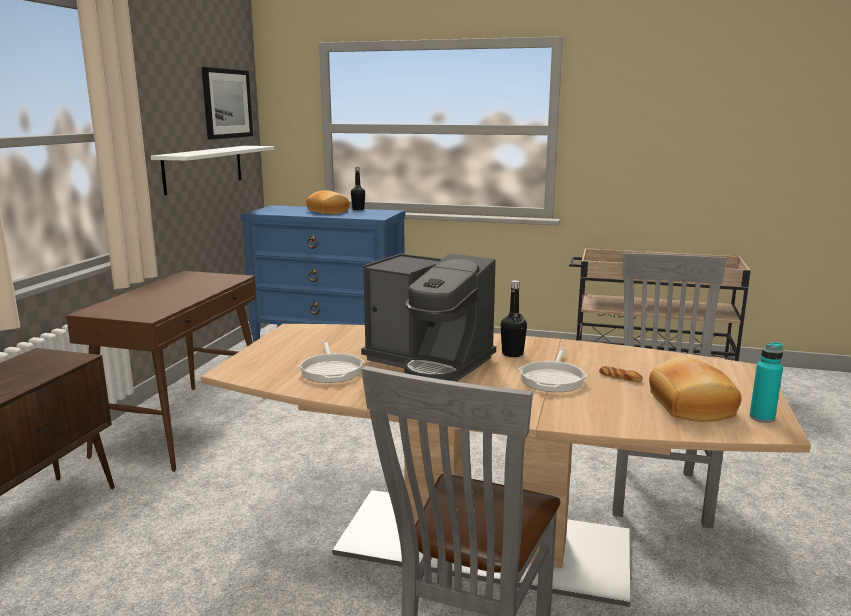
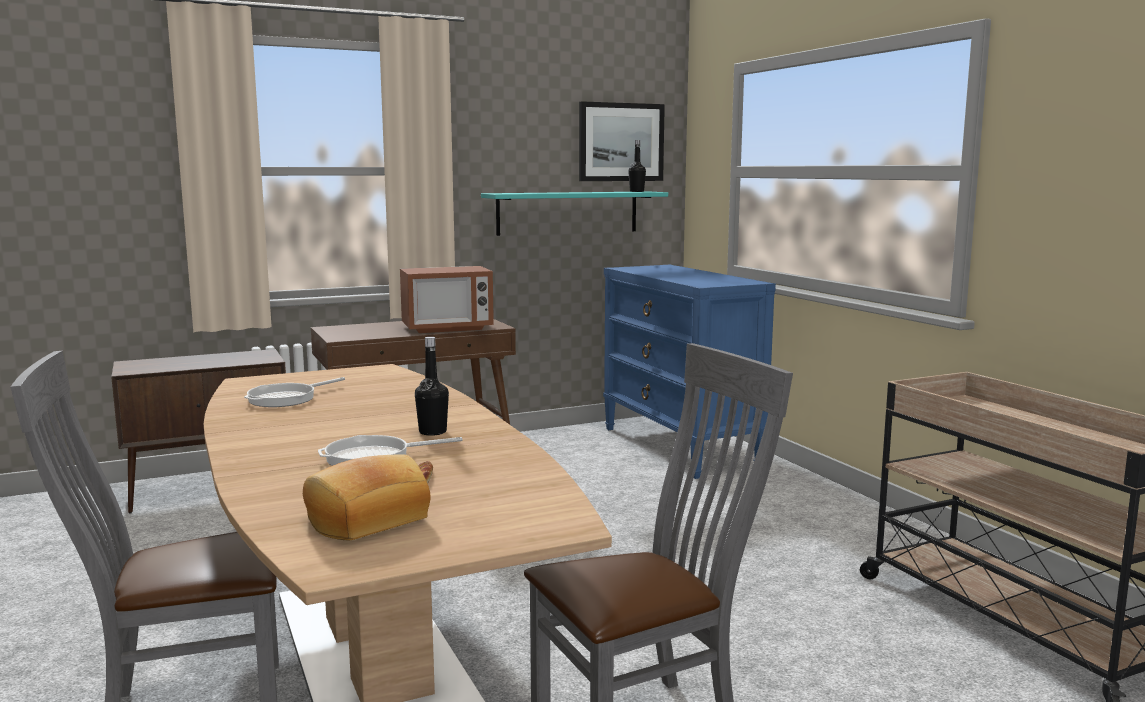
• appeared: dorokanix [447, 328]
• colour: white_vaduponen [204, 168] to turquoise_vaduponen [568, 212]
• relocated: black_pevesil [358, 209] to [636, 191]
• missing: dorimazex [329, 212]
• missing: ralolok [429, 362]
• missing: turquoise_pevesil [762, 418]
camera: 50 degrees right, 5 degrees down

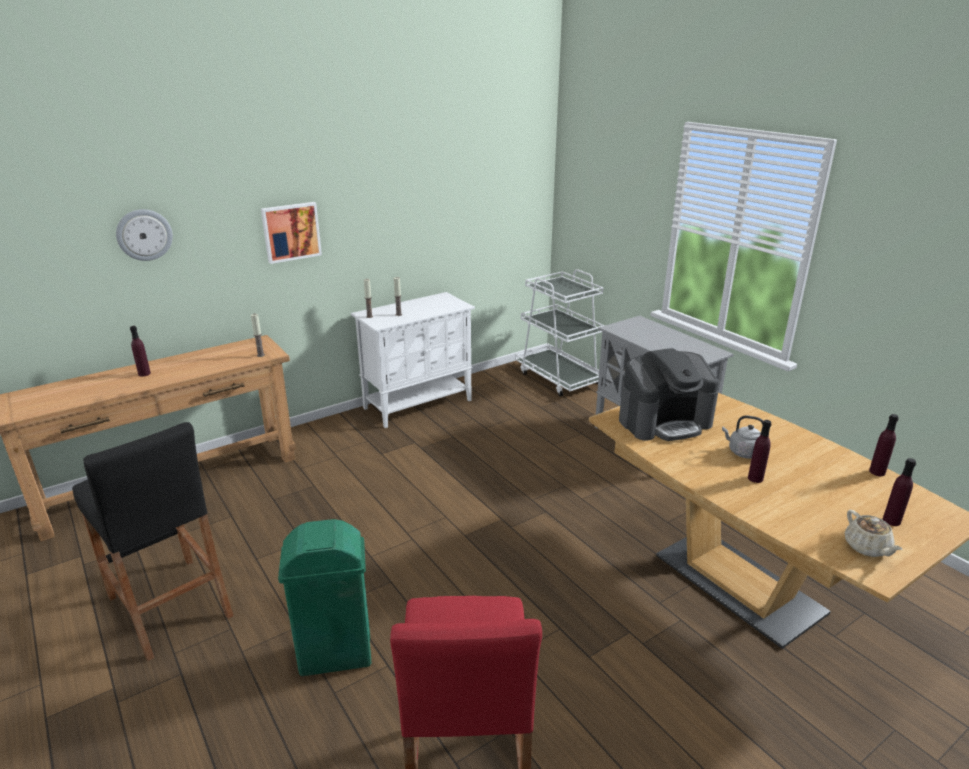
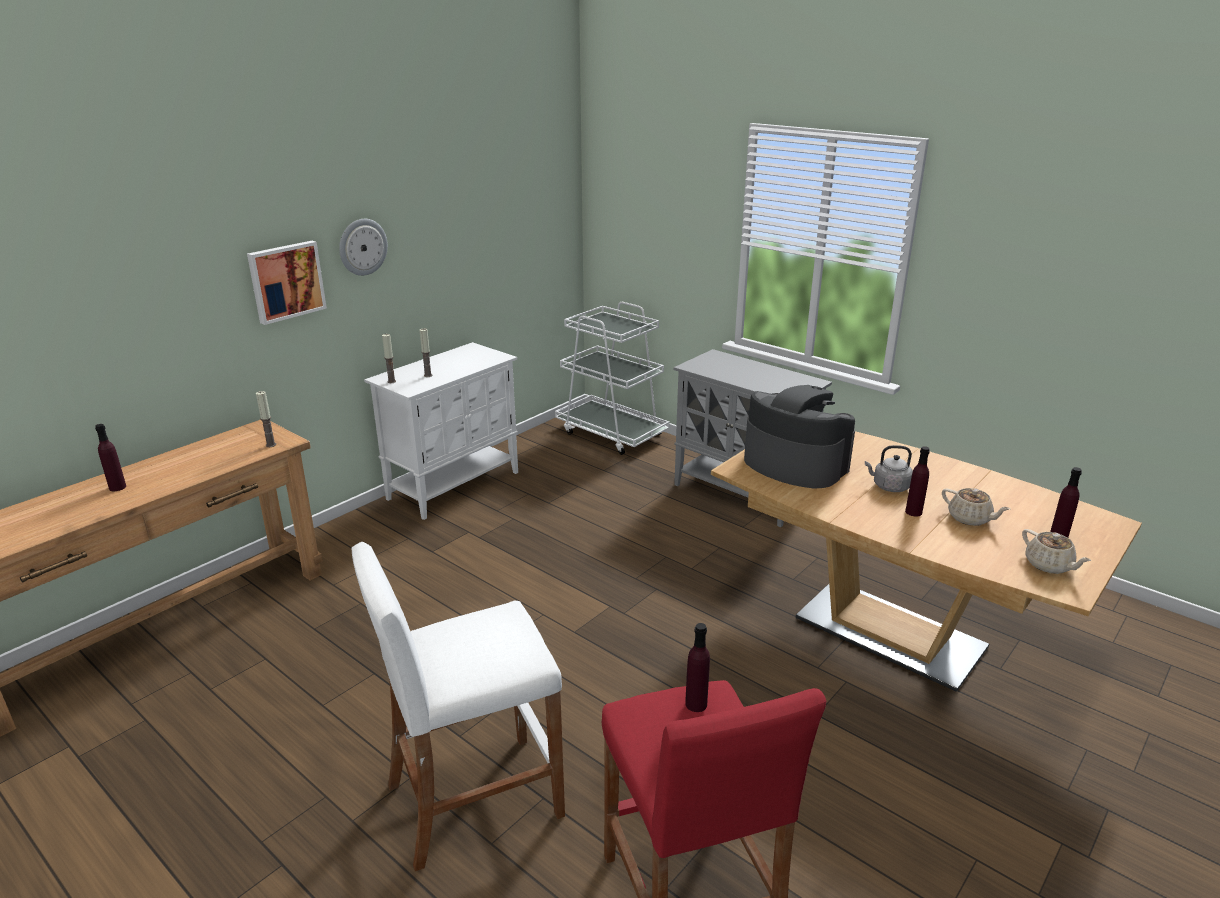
• relocated: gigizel [144, 235] to [362, 247]
• exchanged: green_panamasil [334, 655] to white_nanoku [473, 800]
• relocated: purple_pevesil [877, 472] to [696, 704]
• spun: ralolok [664, 421] = [794, 464] 105 degrees counterclockwise
• appeared: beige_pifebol [970, 519]
• missing: black_nanoku [170, 607]
camera: 15 degrees left, 0 degrees up

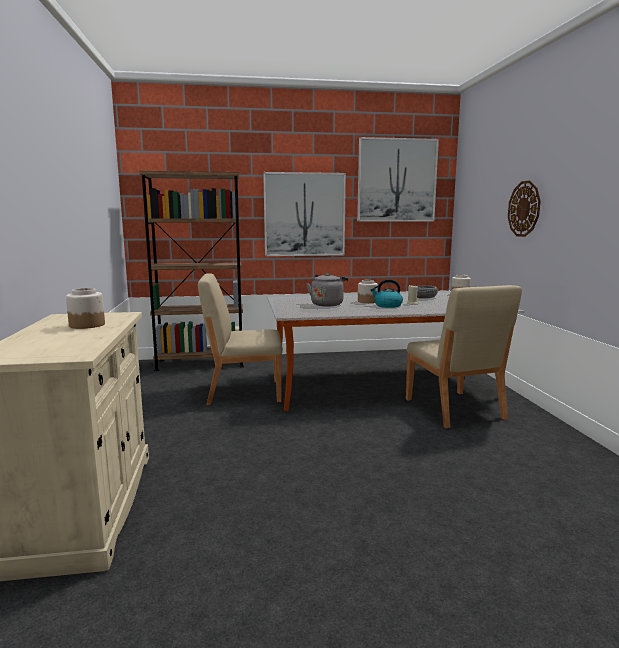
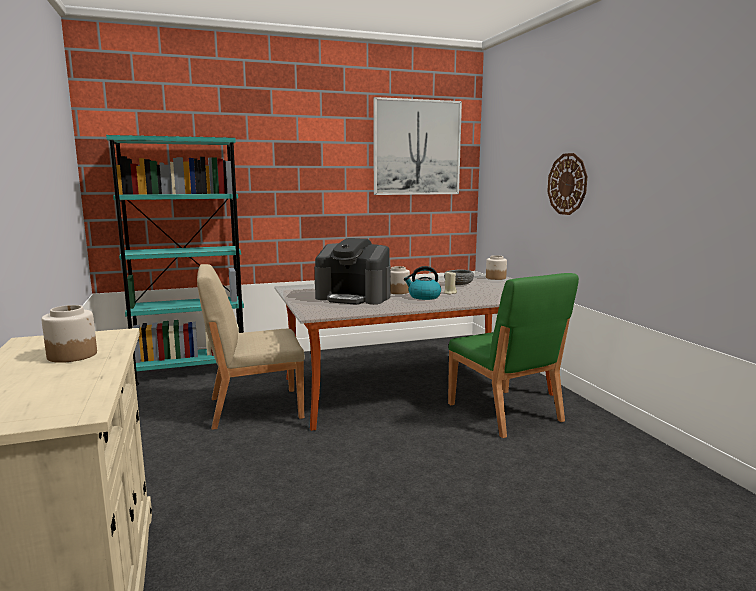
• colour: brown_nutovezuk [201, 363] to turquoise_nutovezuk [191, 371]
• exchanged: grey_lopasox [327, 304] to ralolok [354, 297]
• colour: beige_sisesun [454, 409] to green_sisesun [504, 413]
• missing: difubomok [304, 214]
camera: 10 degrees left, 0 degrees up

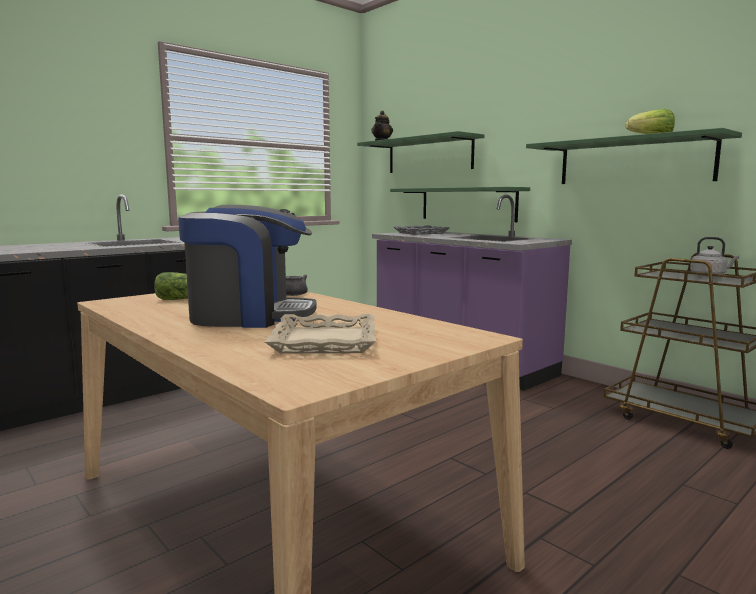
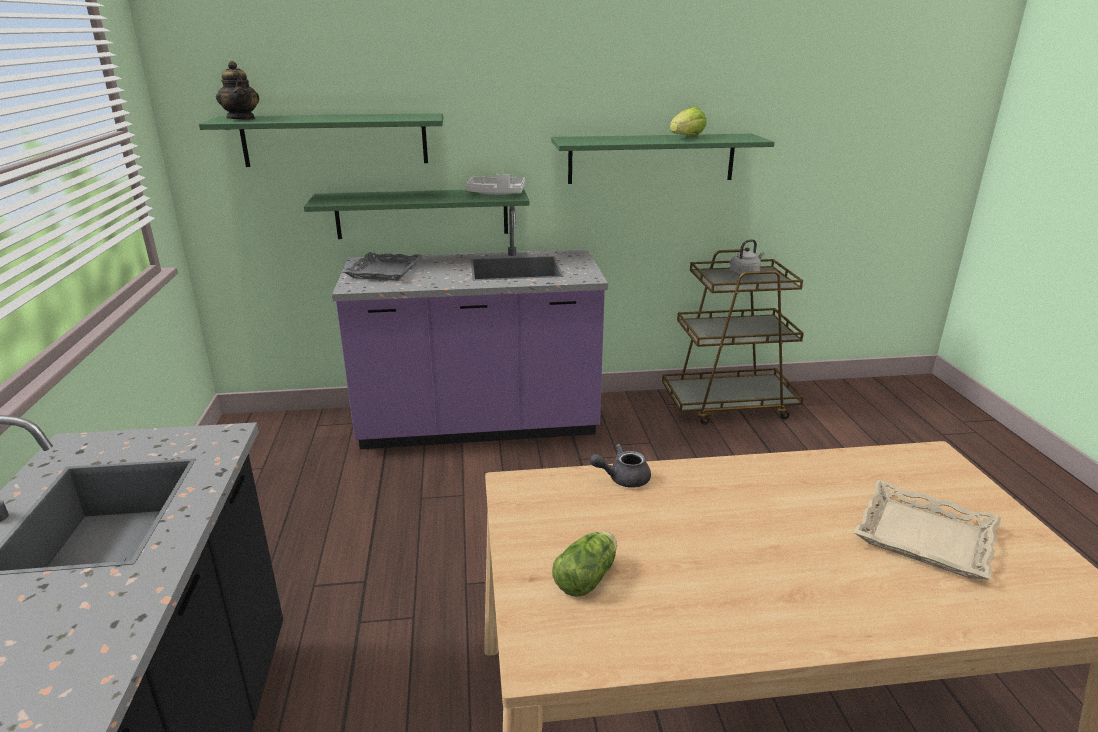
• appeared: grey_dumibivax [496, 194]
• missing: ralolok [250, 316]
camera: 55 degrees left, 15 degrees up

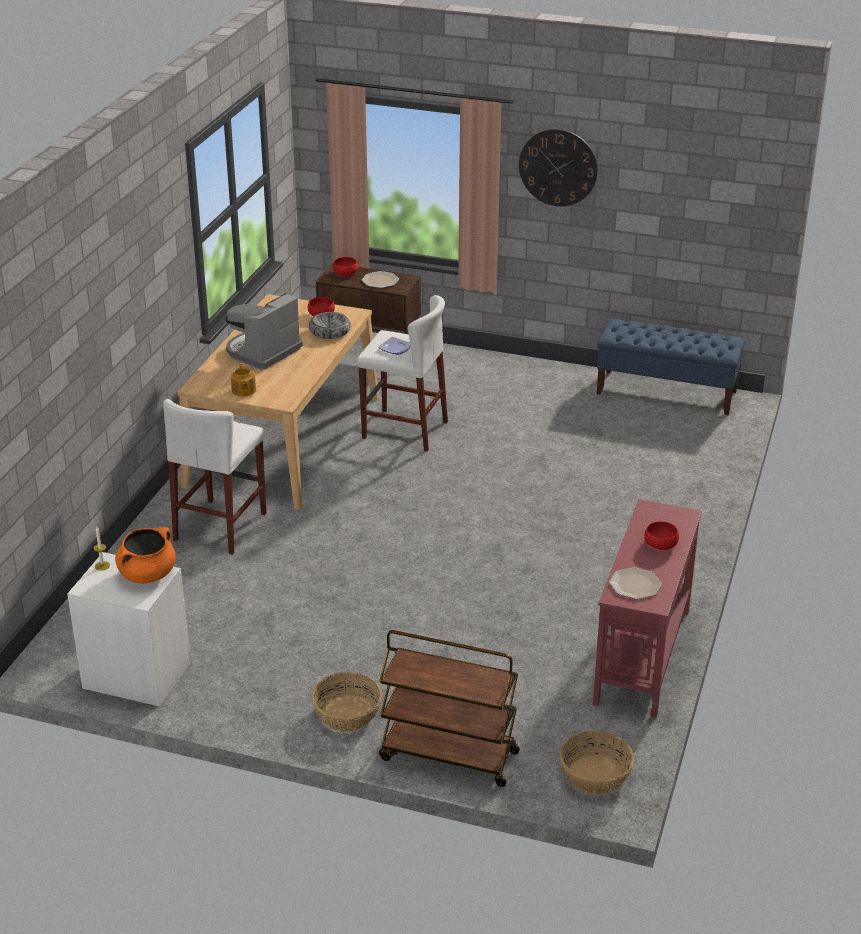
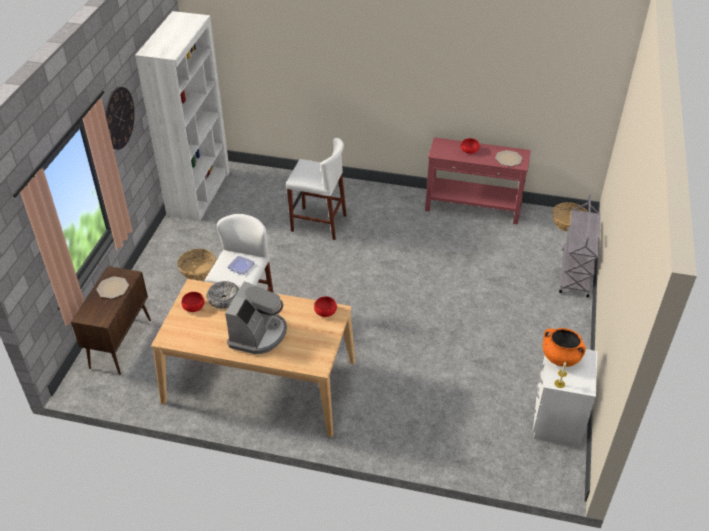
• exchanged: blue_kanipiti [667, 393] to white_nutovezuk [199, 193]
• relocated: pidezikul [347, 714] to [198, 271]
• spun: ralolok [262, 351] = [258, 334] 105 degrees counterclockwise
• relocated: white_nanoku [220, 526] to [318, 223]
• relocated: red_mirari [345, 273] to [325, 311]
• colour: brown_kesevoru [447, 756] to grey_kesevoru [575, 273]
• missing: pifebol [243, 391]
camera: 95 degrees left, 10 degrees up

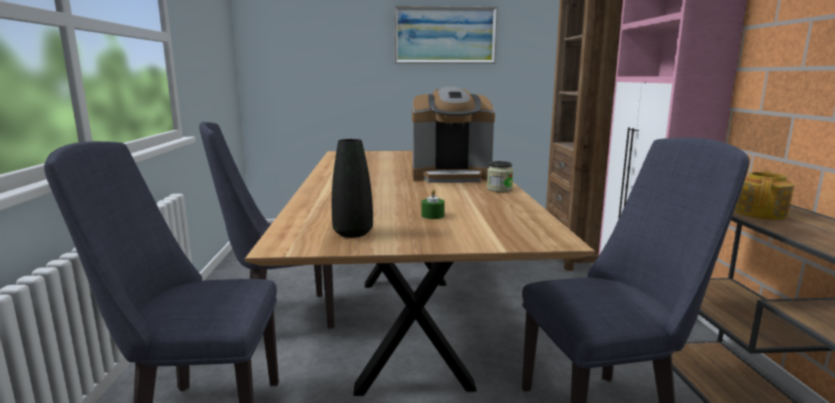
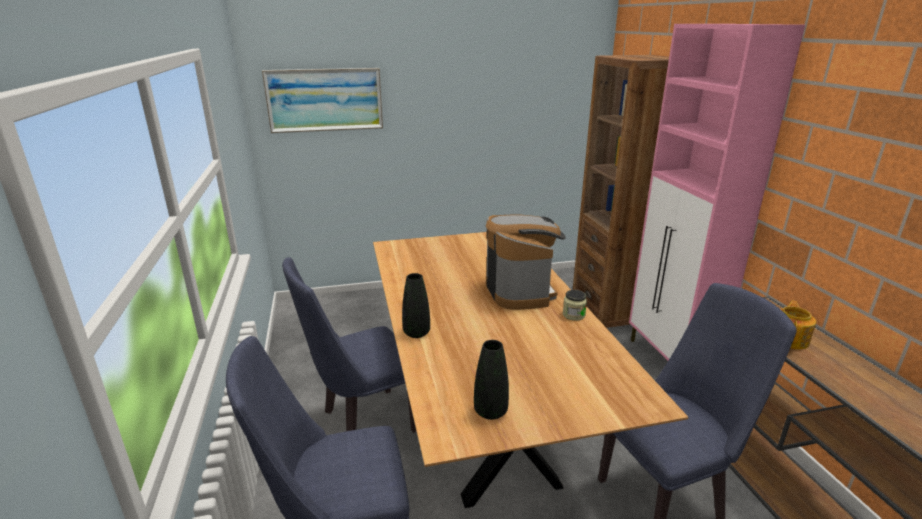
• relocated: difubomok [445, 35] to [325, 100]
• appeared: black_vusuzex [416, 333]
• spun: ralolok [451, 176] = [520, 291] 90 degrees counterclockwise
• missing: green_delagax [432, 215]
camera: 10 degrees left, 10 degrees up

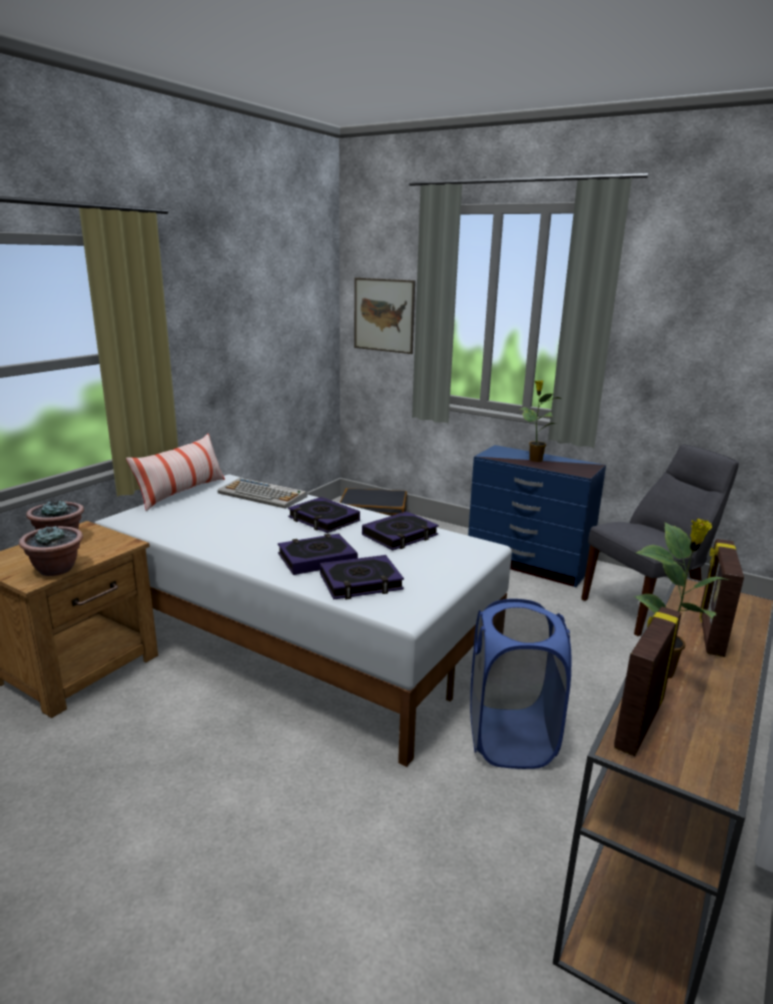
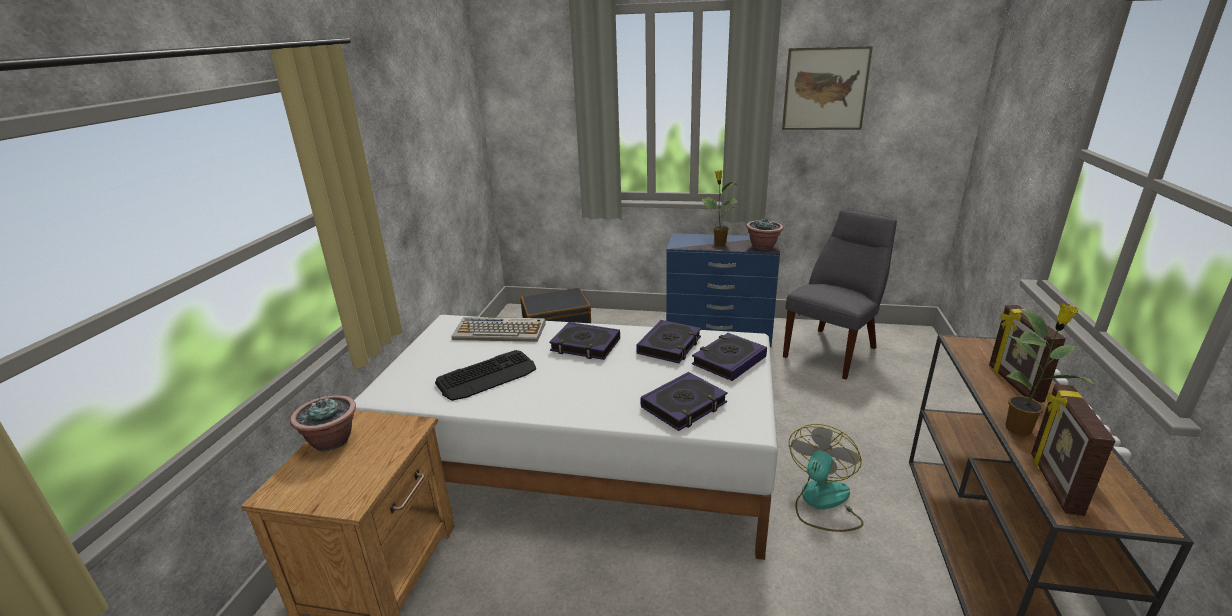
• appeared: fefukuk [487, 376]
• relocated: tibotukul [317, 559] to [729, 360]
• relocated: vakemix [57, 569] to [763, 246]
• relocated: difubomok [384, 315] to [825, 89]
• exchanged: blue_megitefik [510, 738] to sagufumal [822, 503]
• missing: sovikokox [182, 493]
camera: 20 degrees left, 5 degrees up

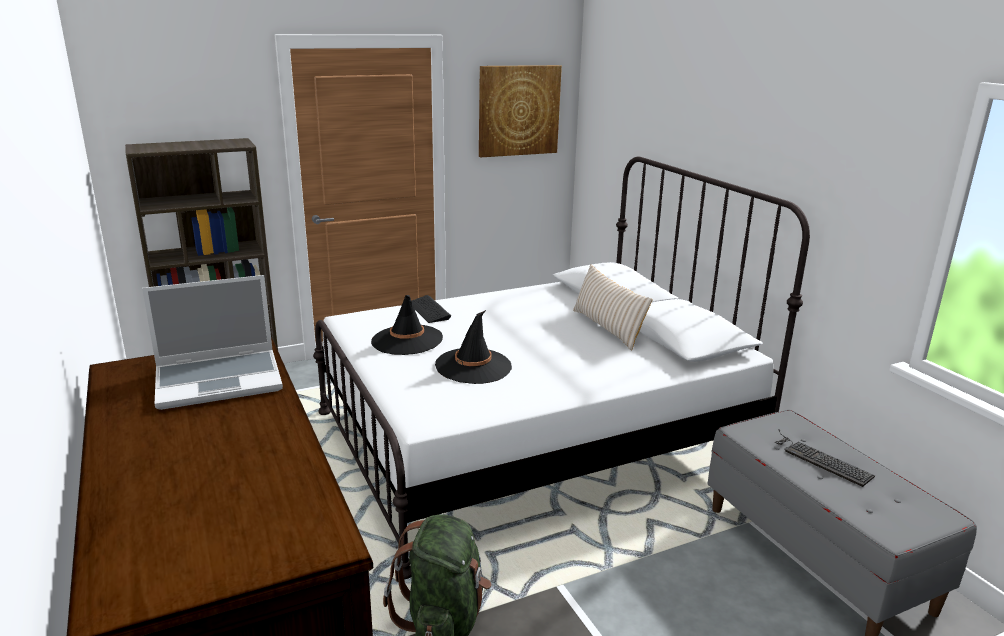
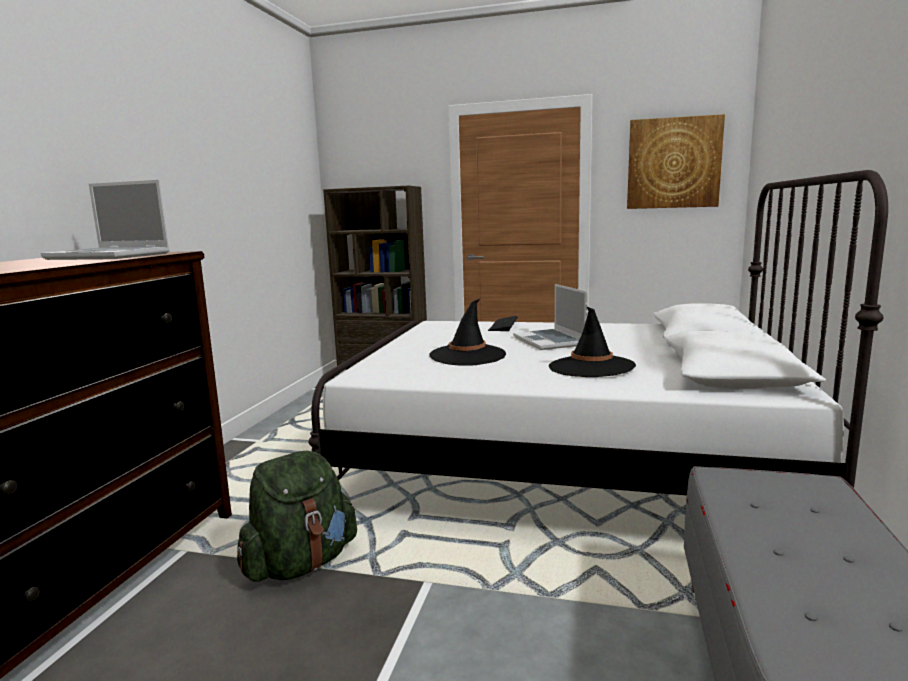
• appeared: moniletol [550, 341]
• relocated: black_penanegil [407, 340] to [591, 367]
• missing: beige_sovikokox [607, 328]
• missing: fefukuk [819, 459]
camera: 40 degrees right, 10 degrees down

